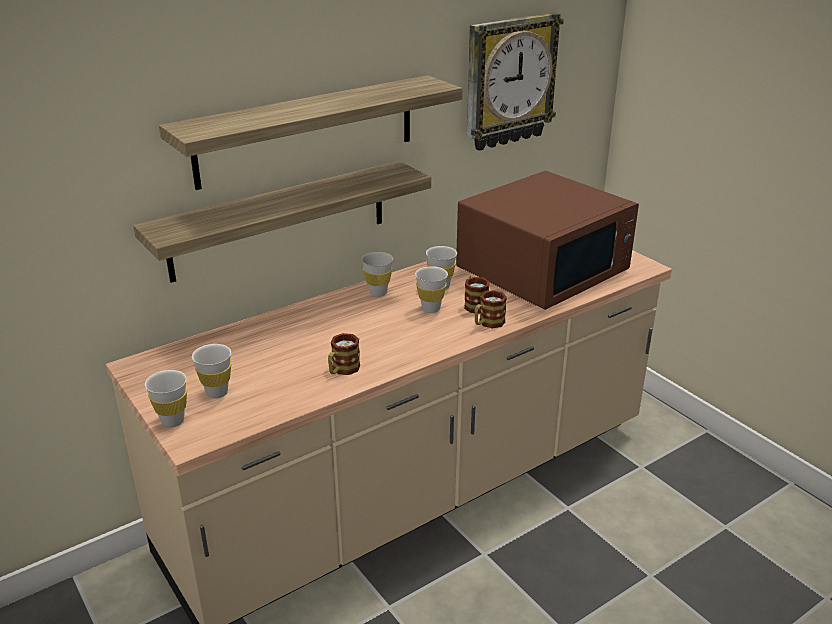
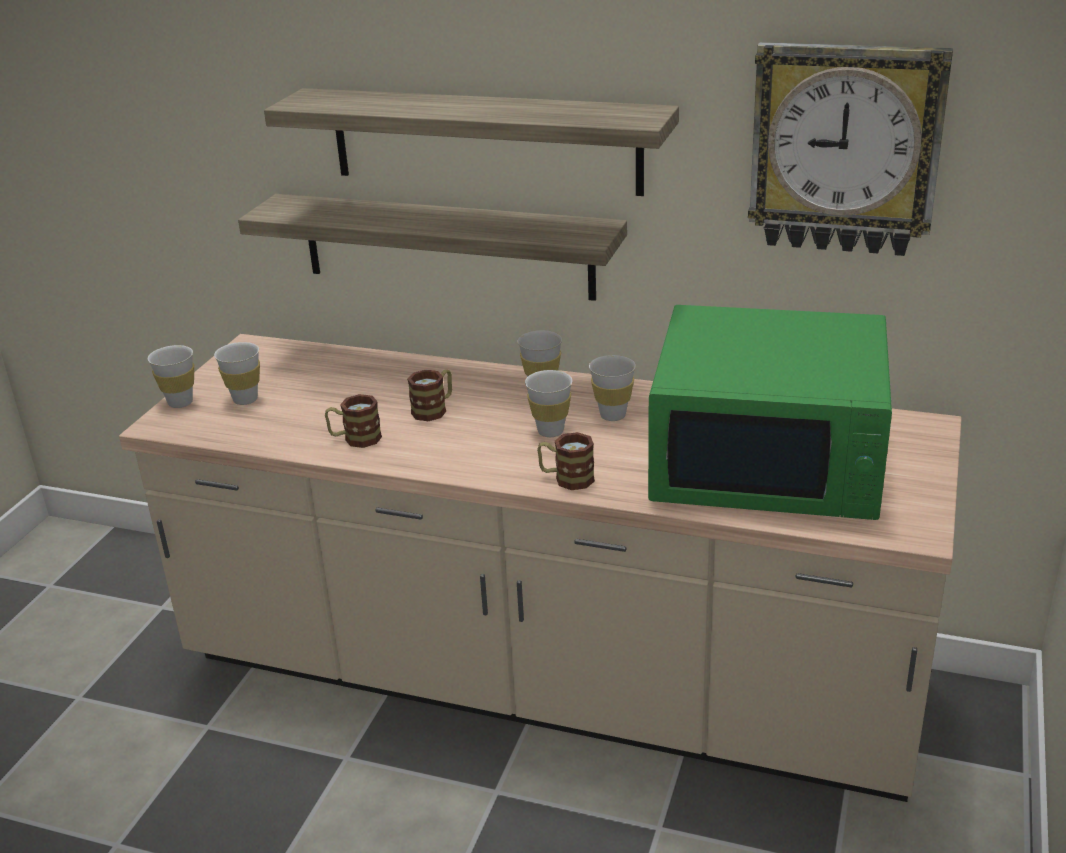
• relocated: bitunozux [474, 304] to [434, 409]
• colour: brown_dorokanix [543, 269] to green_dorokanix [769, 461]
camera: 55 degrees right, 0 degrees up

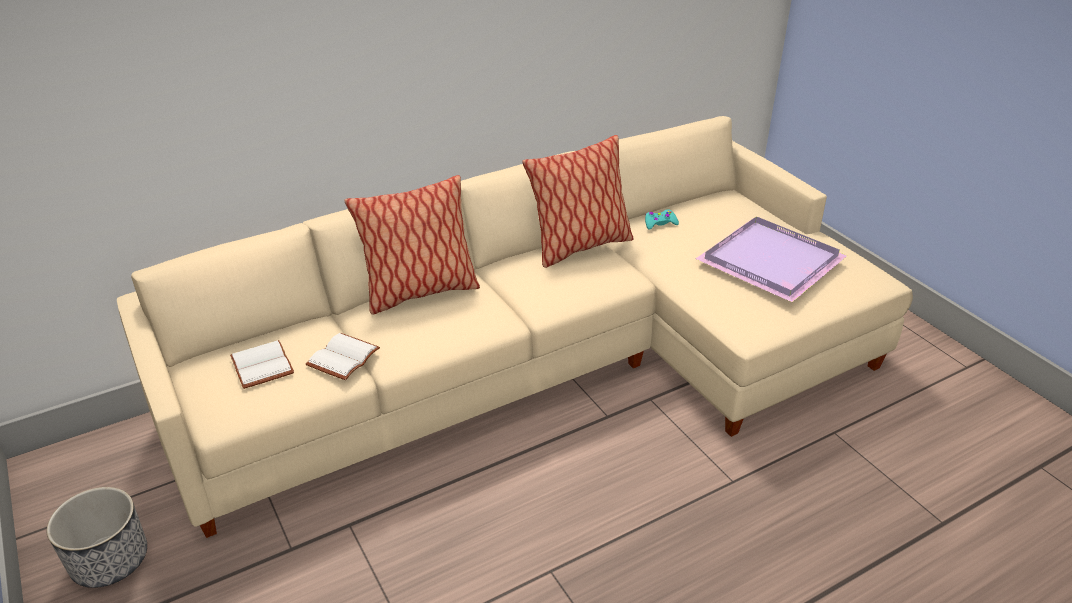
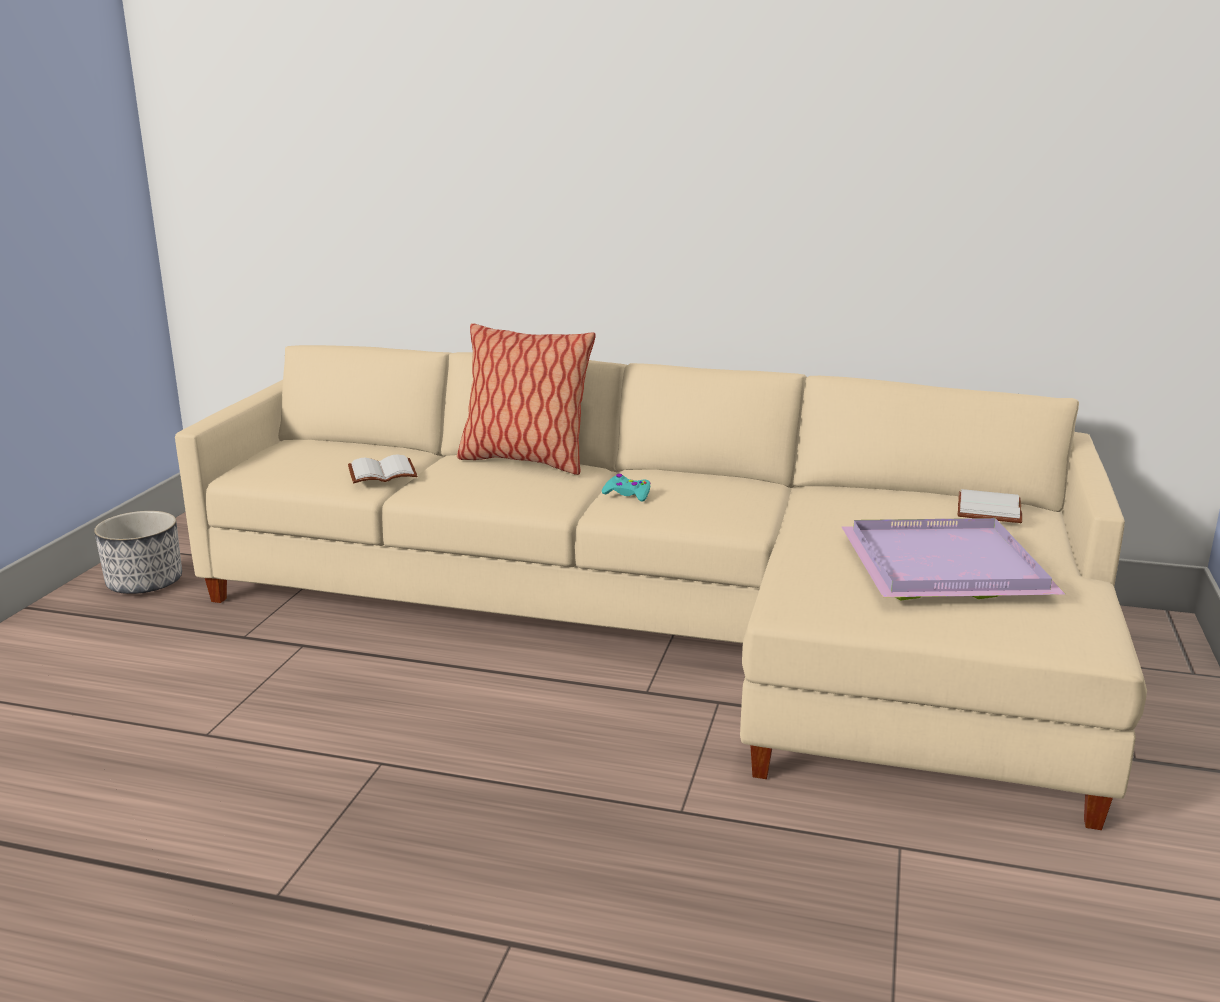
• relocated: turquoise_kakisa [660, 223] to [627, 494]
• relocated: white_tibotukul [264, 365] to [991, 510]
• missing: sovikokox [580, 247]
camera: 45 degrees right, 15 degrees down

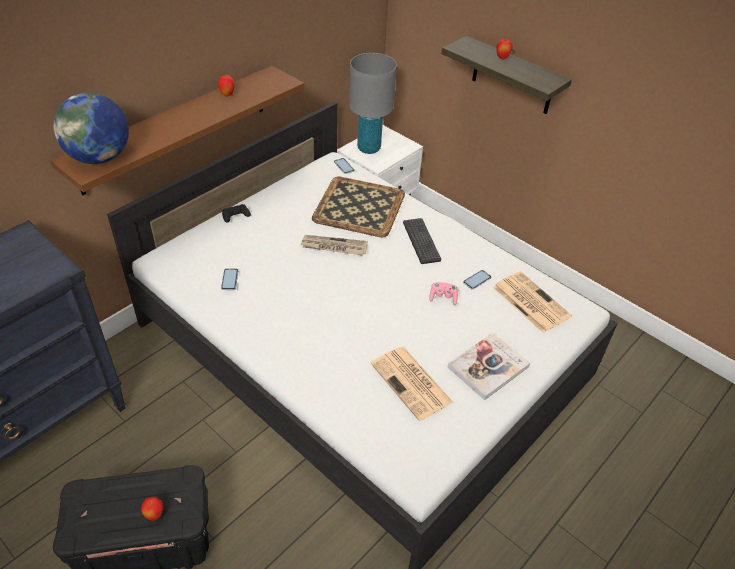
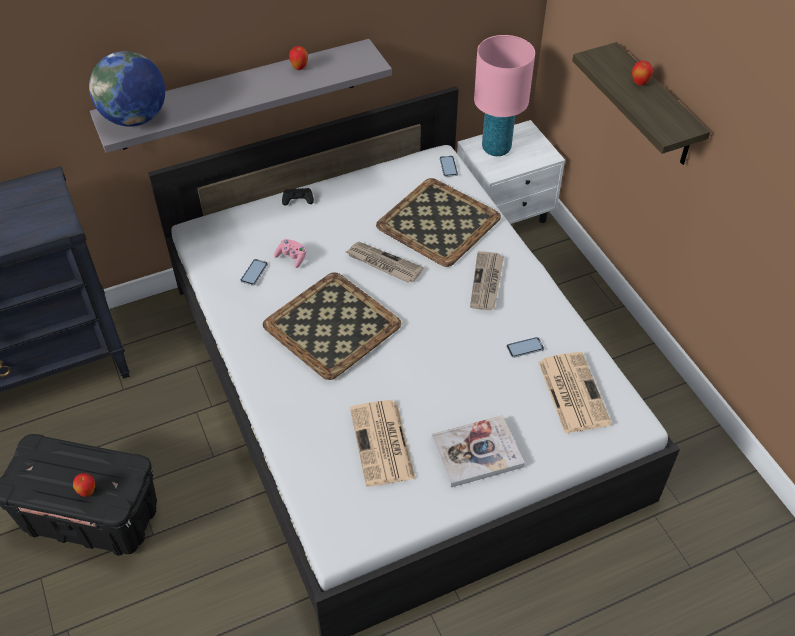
• colour: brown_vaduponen [176, 128] to grey_vaduponen [238, 95]
• appeared: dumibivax [333, 325]
• relocated: pink_kakisa [443, 297] to [292, 257]
• exchanged: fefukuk [421, 241] to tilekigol [487, 282]
• colour: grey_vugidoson [369, 148] to pink_vugidoson [496, 148]
camera: 25 degrees right, 5 degrees up

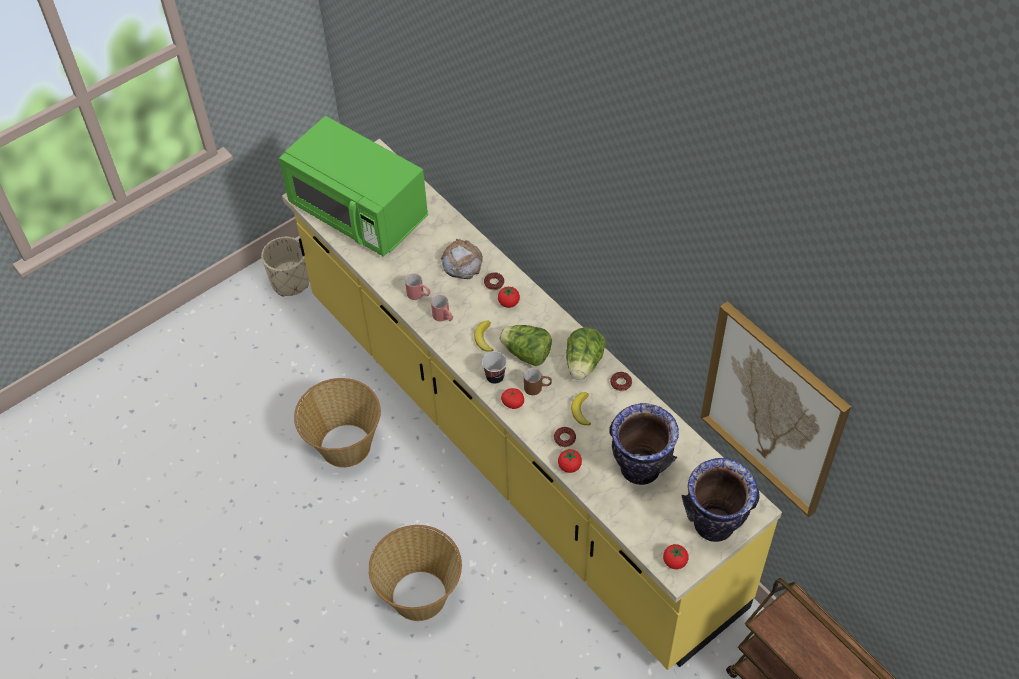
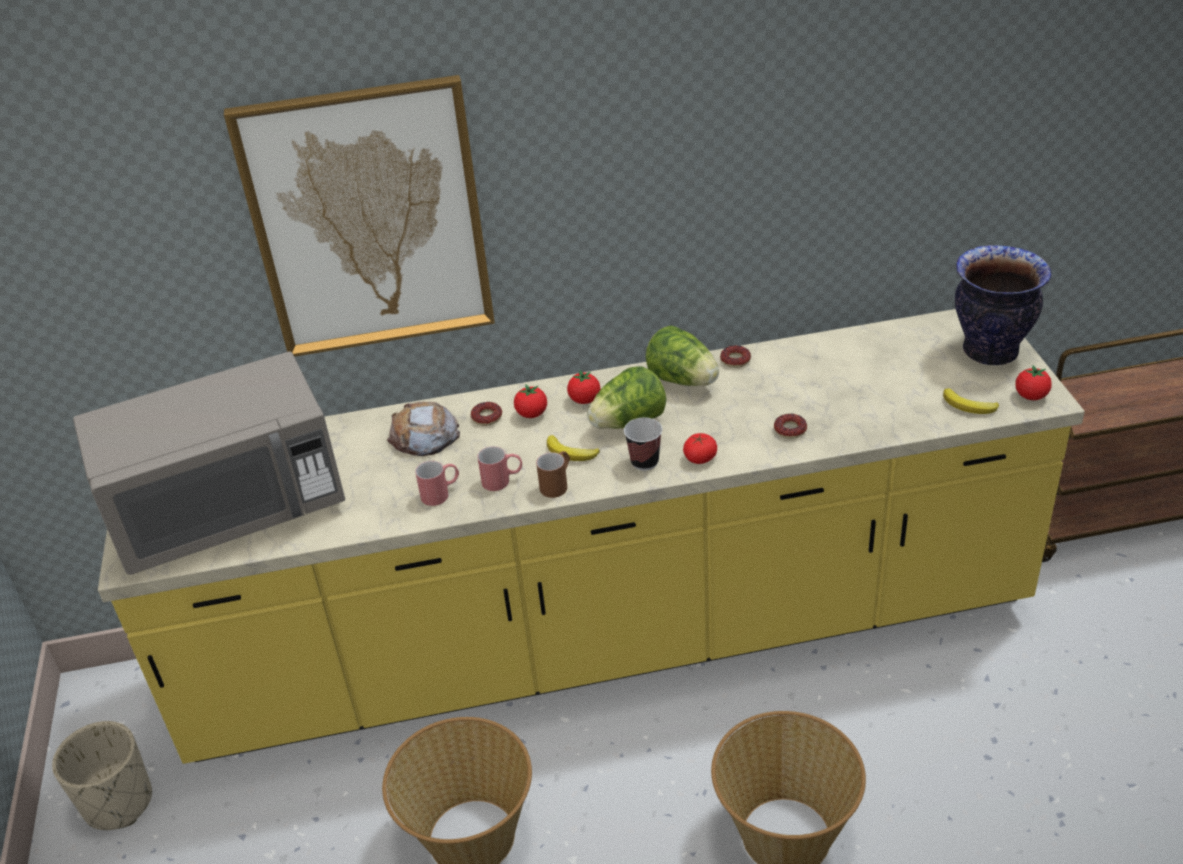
• colour: green_dorokanix [359, 212] to grey_dorokanix [229, 511]
• relocated: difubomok [772, 409] to [368, 220]
• relocated: brown_bitunozux [537, 388] to [557, 484]
• relocated: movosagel [569, 466] to [584, 400]
• relocated: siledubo [581, 410] to [969, 406]
• missing: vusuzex [639, 469]
camera: 60 degrees left, 15 degrees down

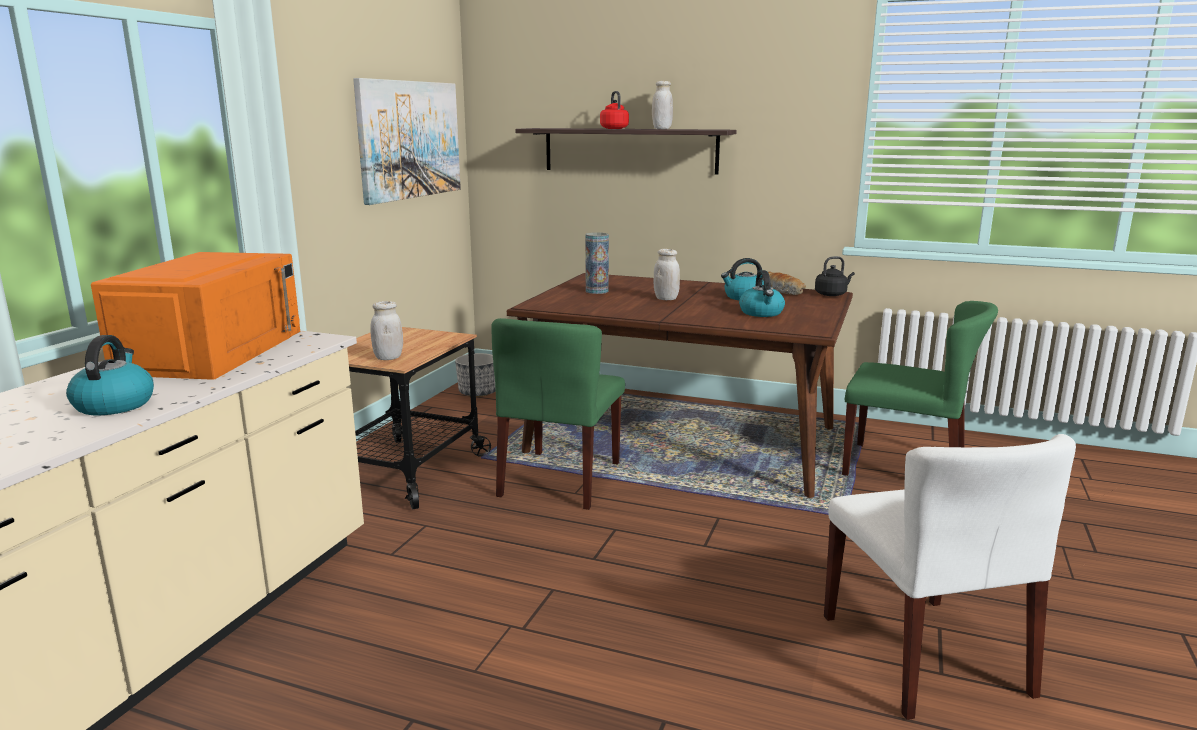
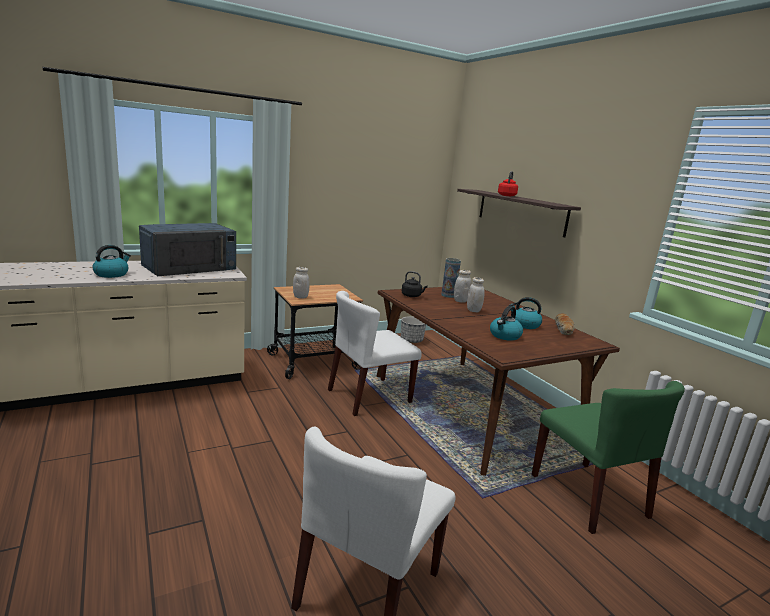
• colour: orange_dorokanix [212, 351] to blue_dorokanix [190, 267]
• colour: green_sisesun [560, 480] to white_sisesun [369, 396]
• relocated: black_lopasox [832, 294] to [412, 296]
• relocated: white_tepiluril [661, 129] to [460, 301]
• missing: difubomok [409, 139]
camera: 40 degrees right, 0 degrees up

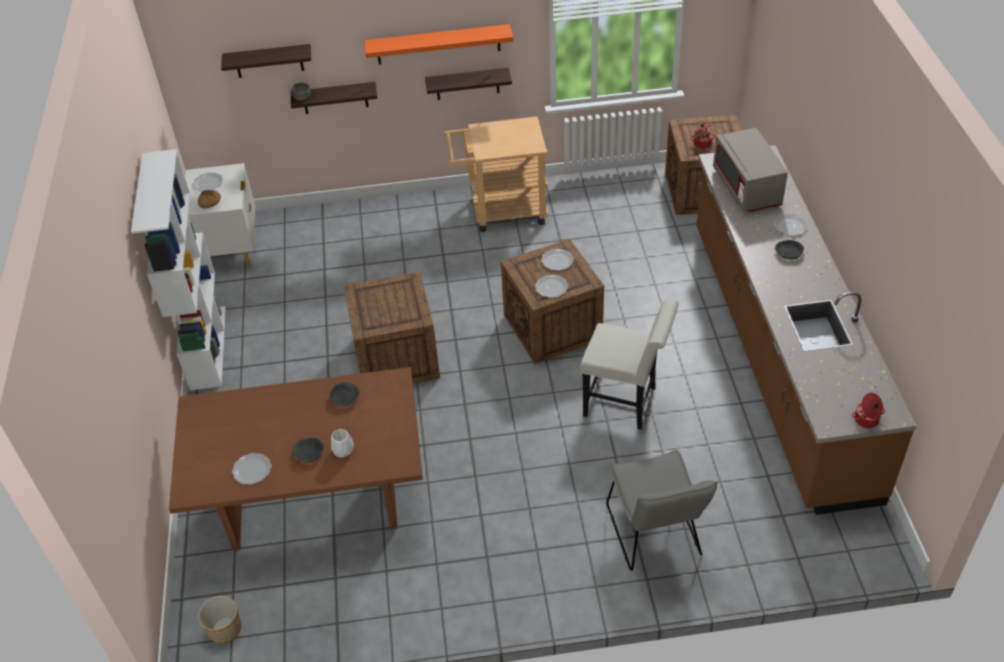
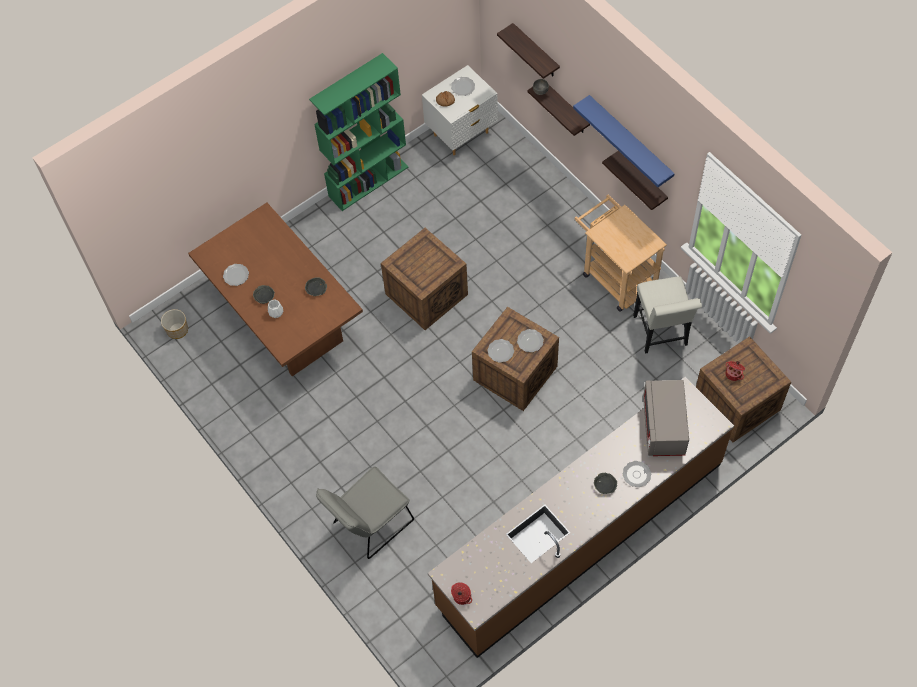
• colour: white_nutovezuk [207, 347] to green_nutovezuk [368, 181]
• colour: orange_vaduponen [438, 44] to blue_vaduponen [630, 141]
• relocated: white_sisesun [625, 403] to [661, 334]
• spun: grey_dorokanix [746, 188] = [663, 427] 45 degrees counterclockwise
camera: 60 degrees right, 15 degrees up

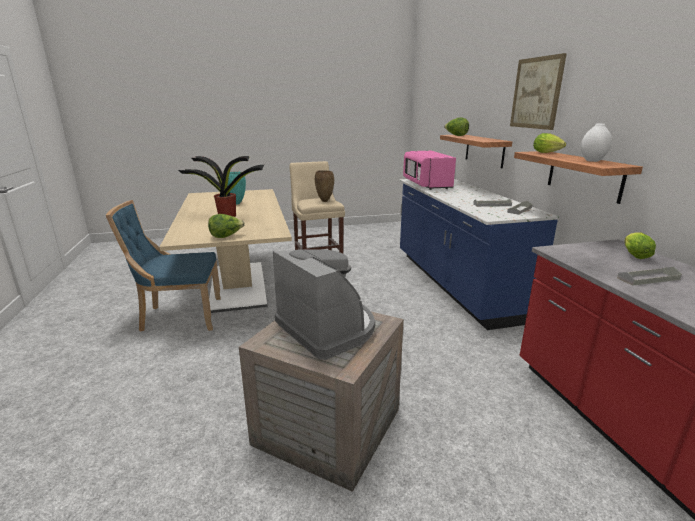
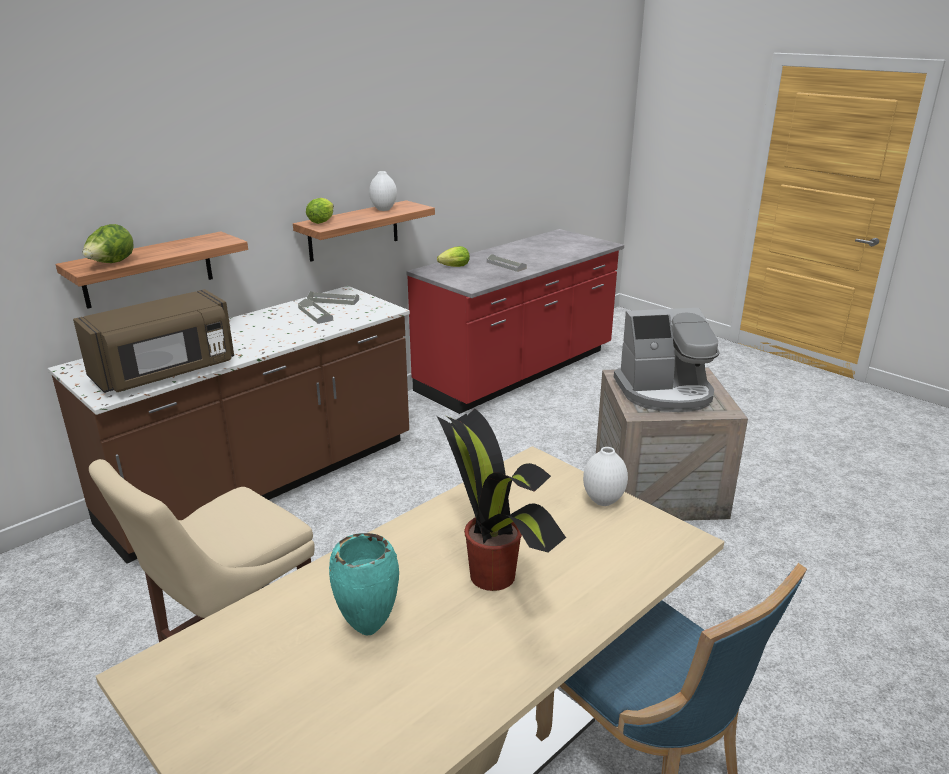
• colour: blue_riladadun [454, 284] to brown_riladadun [265, 482]
• colour: pink_dorokanix [426, 184] to brown_dorokanix [166, 372]
• exchanged: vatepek [226, 236] to white_vusuzex [603, 501]
• spun: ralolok [327, 328] = [665, 393] 120 degrees counterclockwise
• missing: brown_vusuzex [325, 201]
• missing: difubomok [536, 93]
camera: 120 degrees left, 5 degrees up

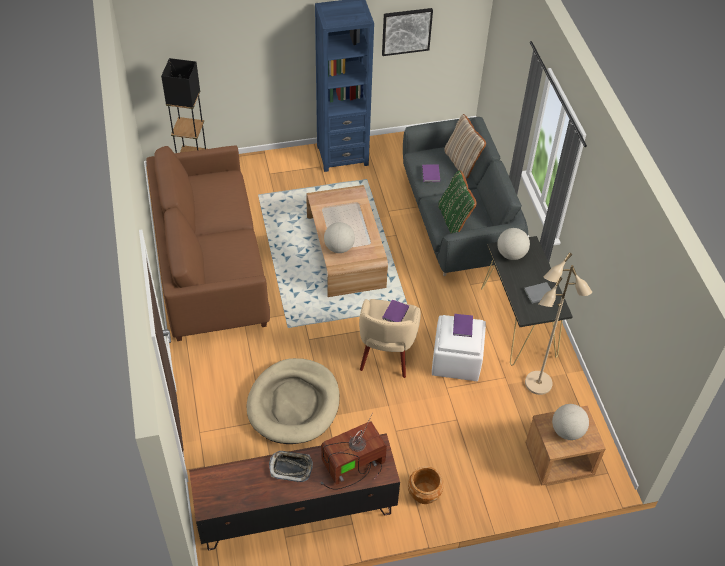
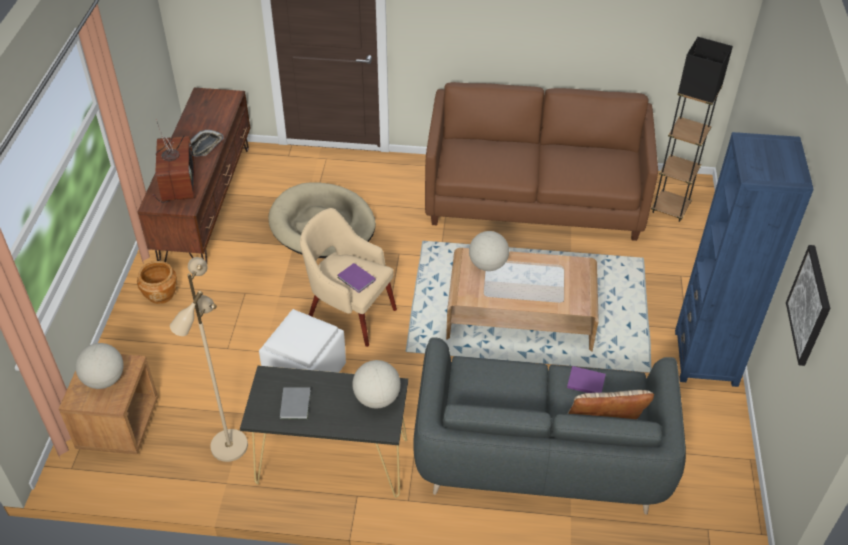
• missing: green_sovikokox [454, 219]
• missing: purple_tibotukul [462, 326]
camera: 110 degrees right, 5 degrees down

